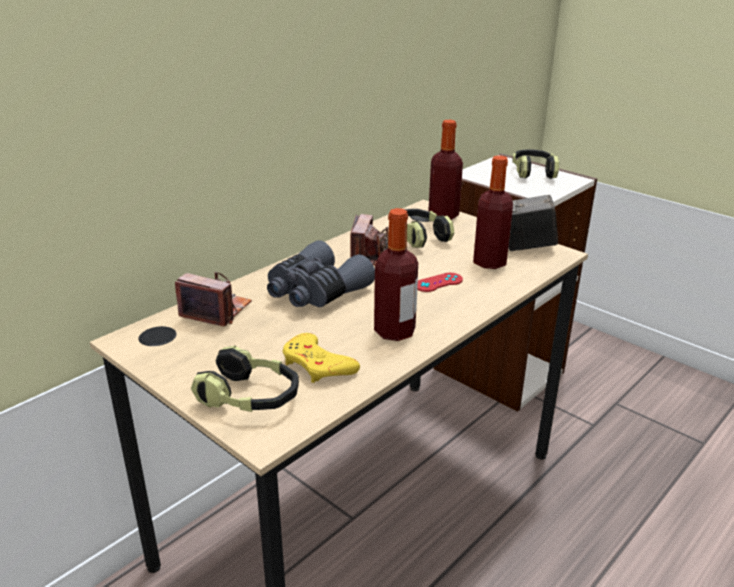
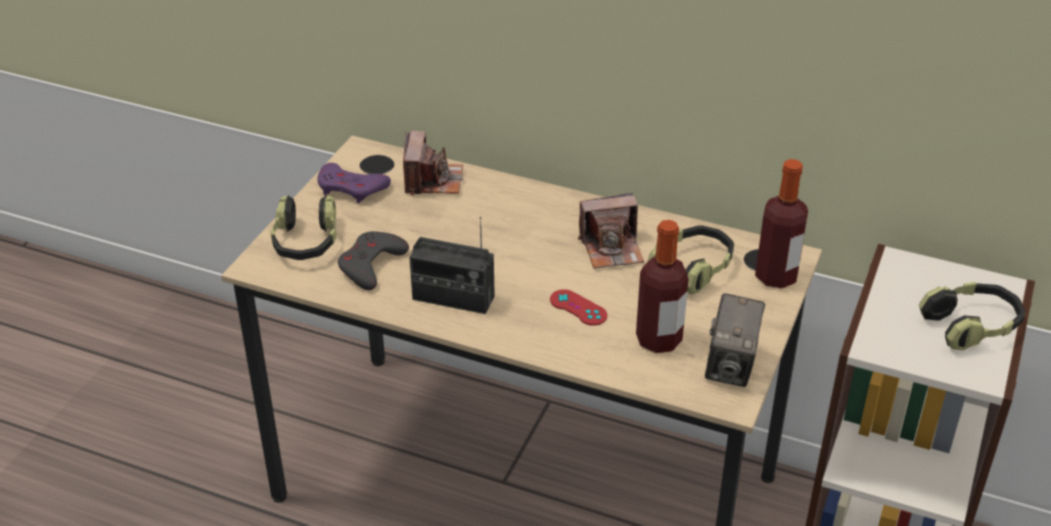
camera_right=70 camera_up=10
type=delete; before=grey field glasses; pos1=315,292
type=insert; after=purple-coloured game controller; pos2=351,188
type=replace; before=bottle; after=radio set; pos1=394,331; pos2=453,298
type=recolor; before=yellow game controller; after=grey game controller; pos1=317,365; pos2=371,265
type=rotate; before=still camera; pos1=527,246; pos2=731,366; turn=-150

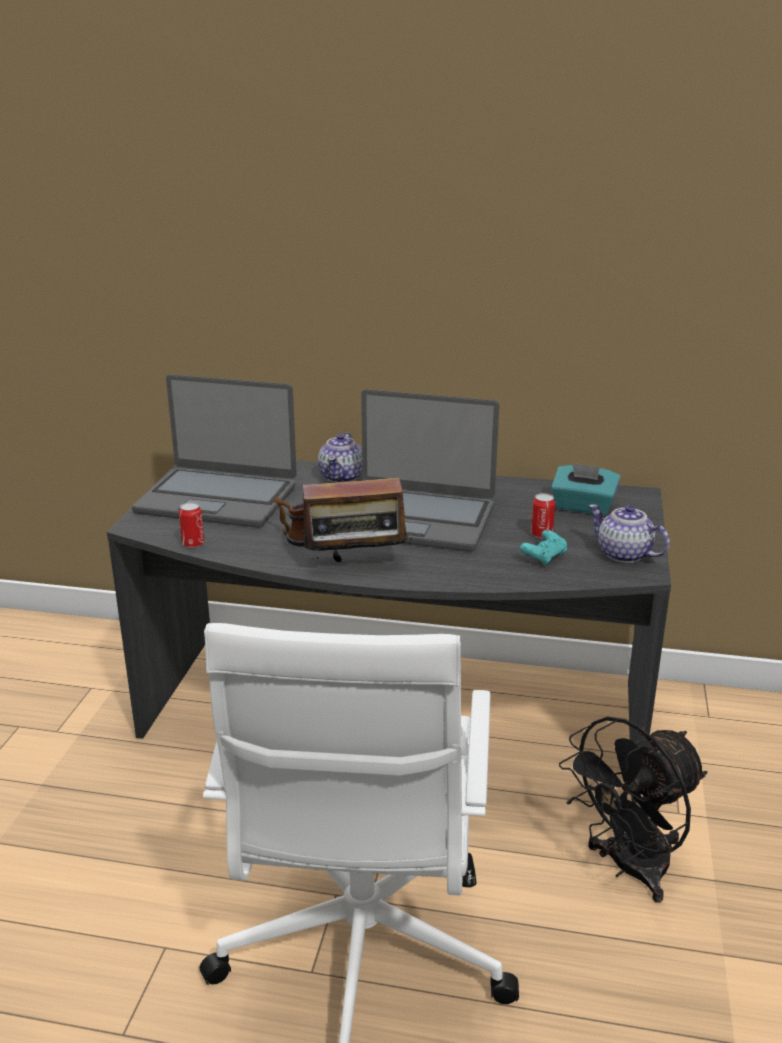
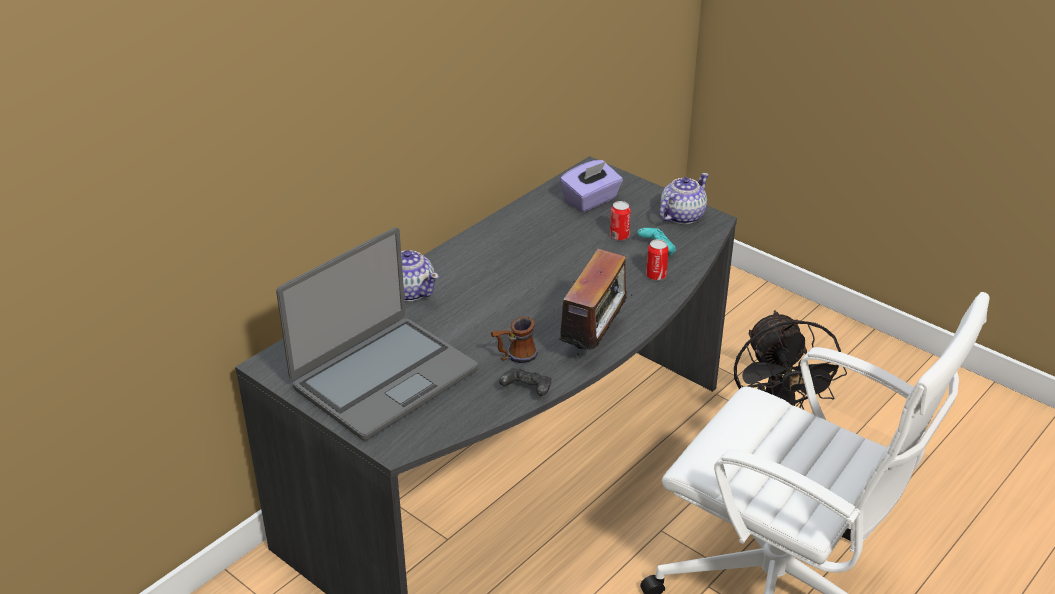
camera_right=-60 camera_up=10
type=delete; before=portable computer; pos1=416,519
type=insert; after=black game controller; pos2=527,390
type=move; before=sealed can; pos1=193,544; pos2=656,275
type=recolor; before=turquoise tissue box; after=purple-coloured tissue box; pos1=583,507; pos2=591,200
type=rotate; before=pot for tea; pos1=624,555; pos2=681,216; turn=150

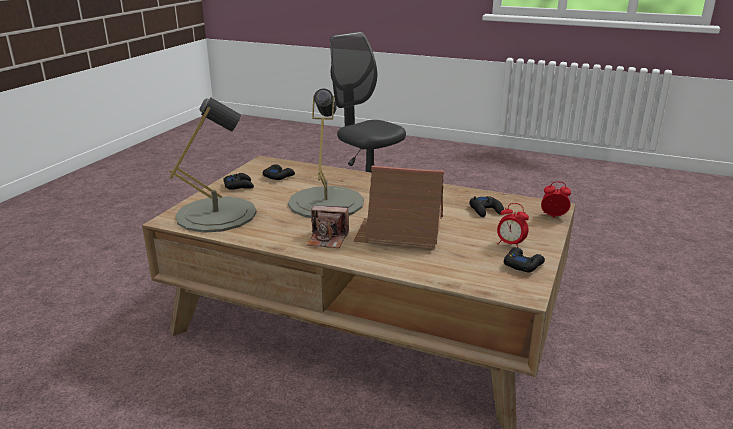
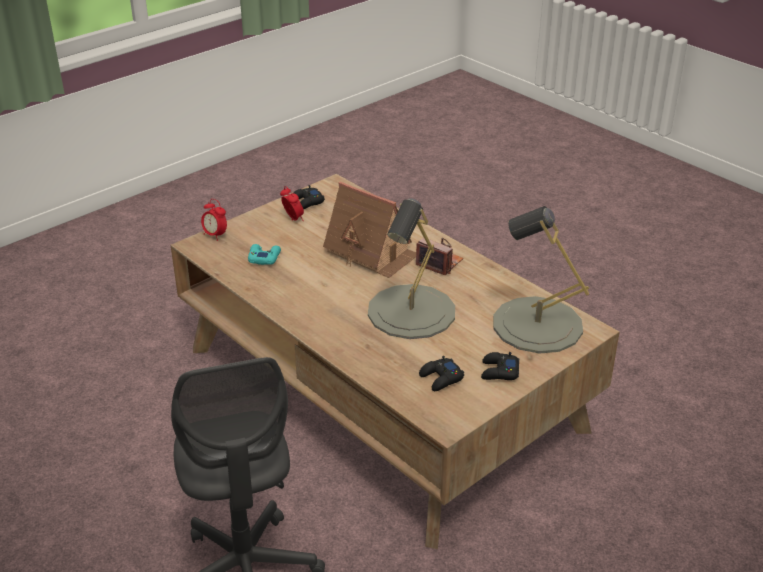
camera_right=-155 camera_up=10
type=recolor; before=black game controller; after=turquoise game controller; pos1=486,210; pos2=264,258

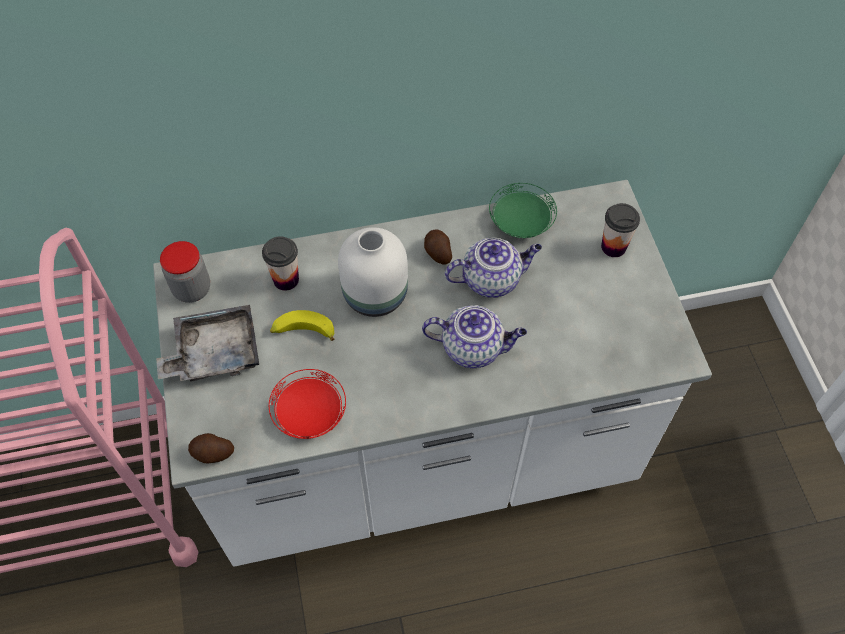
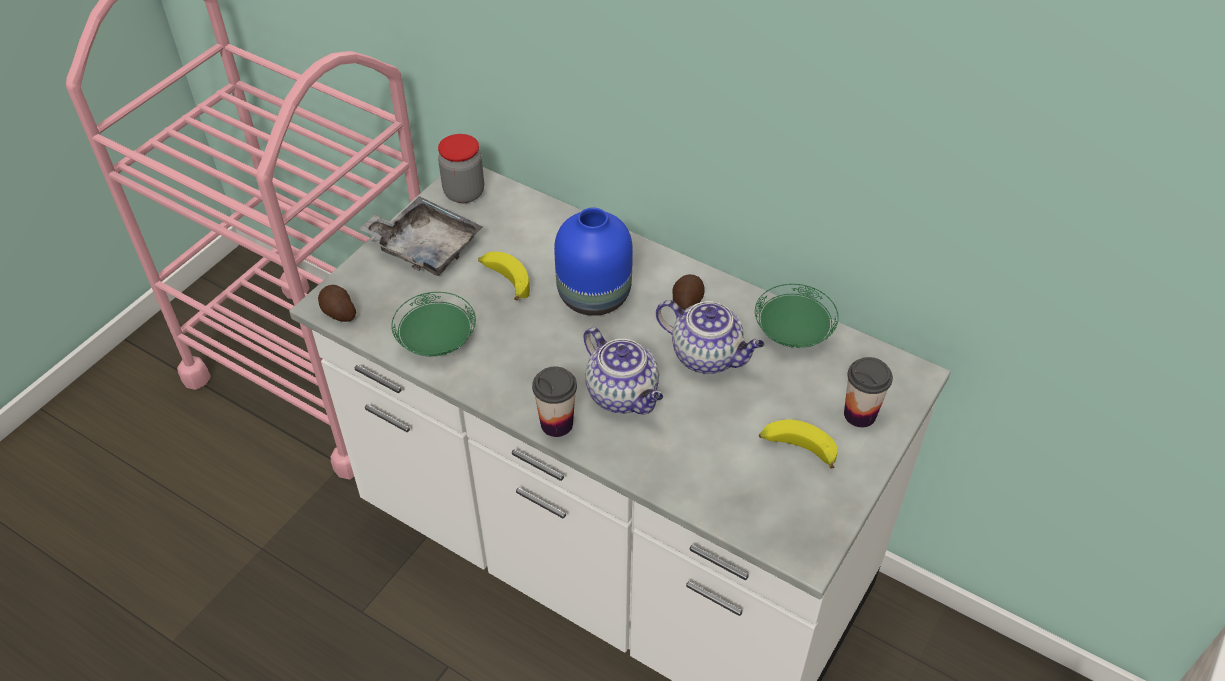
camera_right=45 camera_up=-10
type=insert; after=whole banana; pos2=797,449
type=move; before=small cup; pos1=286,279; pos2=556,424
type=recolor; before=reddish plate; after=green plate; pos1=310,414; pos2=437,341
type=recolor; before=white flower vase; after=blue flower vase; pos1=376,293; pos2=596,295

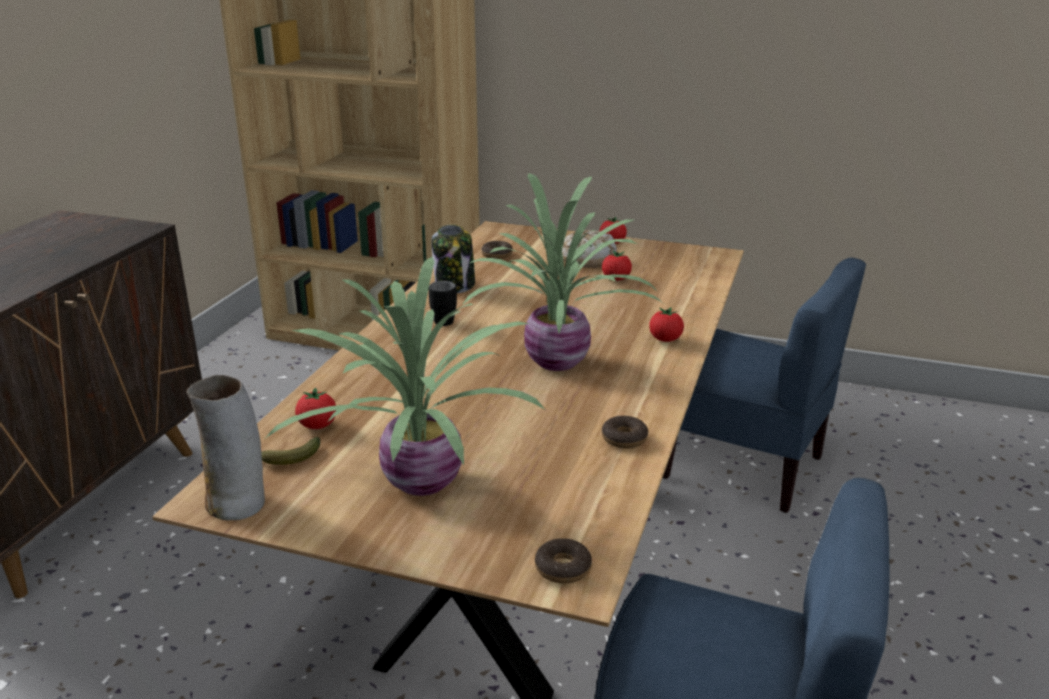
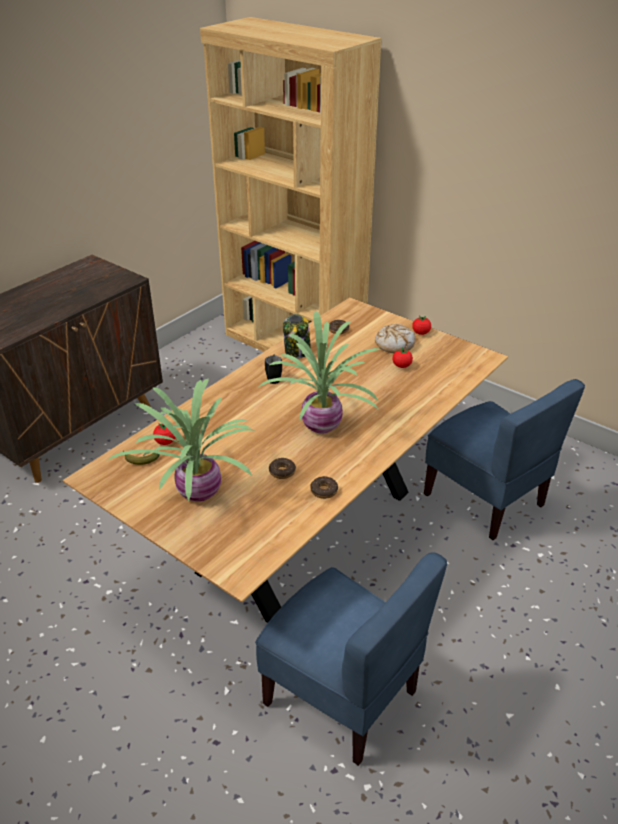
camera_right=20 camera_up=10
type=delete; before=flower vase; pos1=237,503
type=delete; before=whole tomato; pos1=665,339
type=move; before=doughnut; pos1=563,568; pos2=282,471

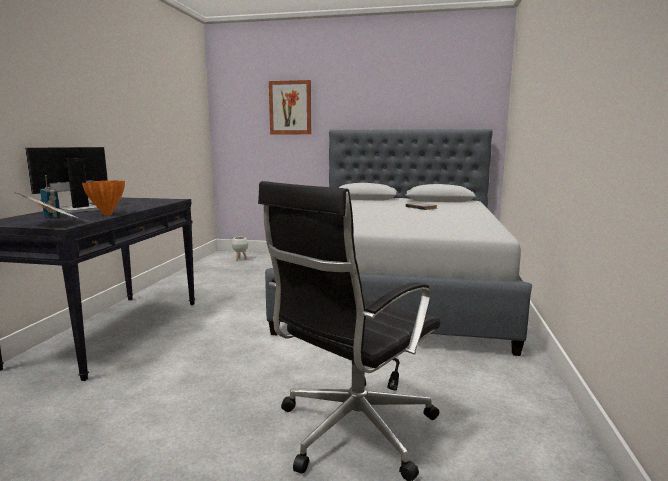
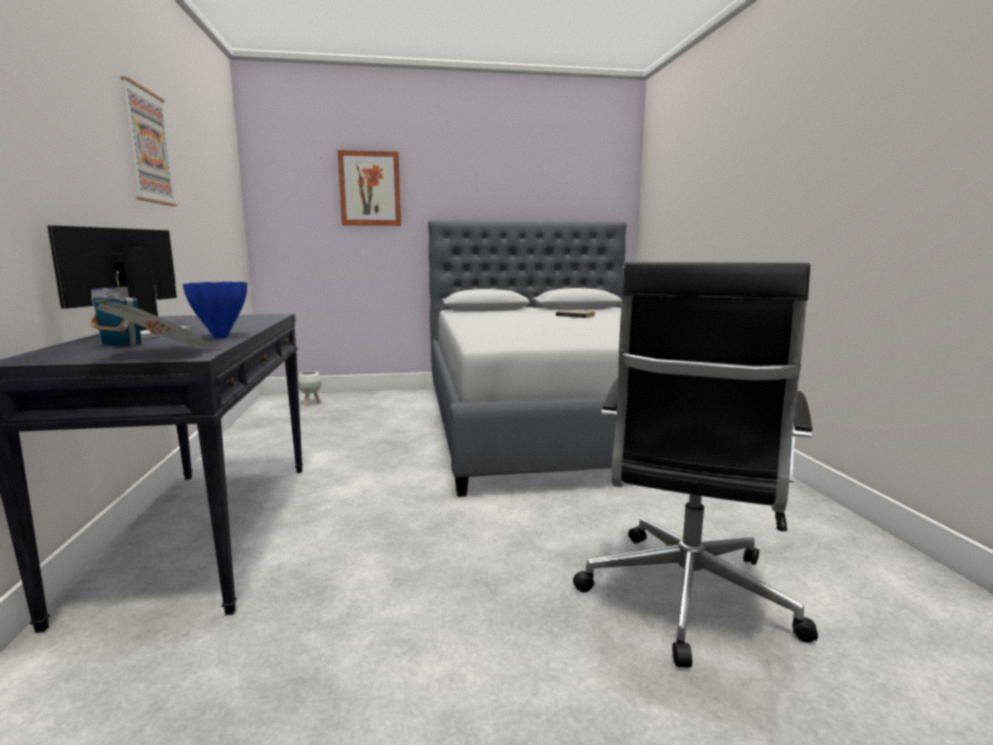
camera_right=-20 camera_up=0
type=insert; after=picture; pos2=148,147
type=recolor; before=orangey flower vase; after=blue flower vase; pos1=108,214; pos2=221,337

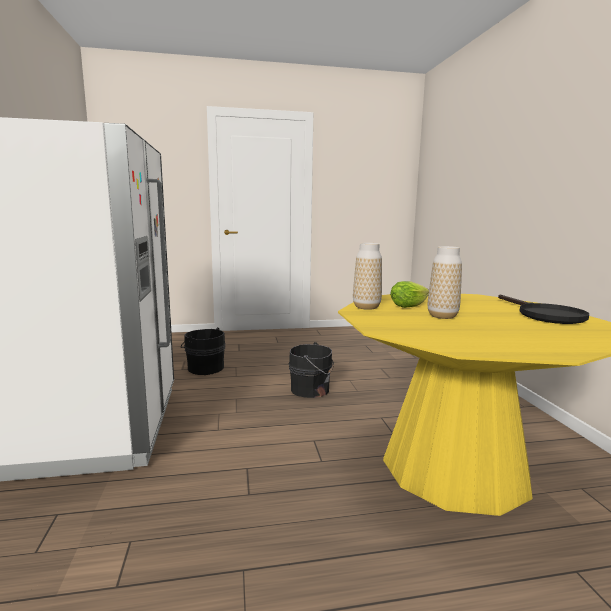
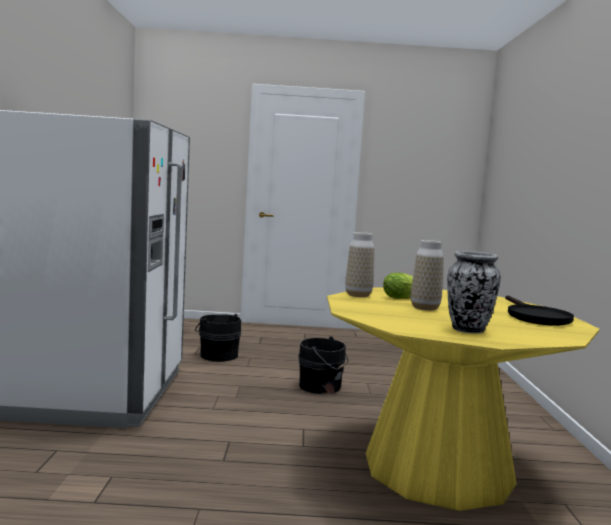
camera_right=10 camera_up=-5
type=insert; after=flower vase; pos2=468,330

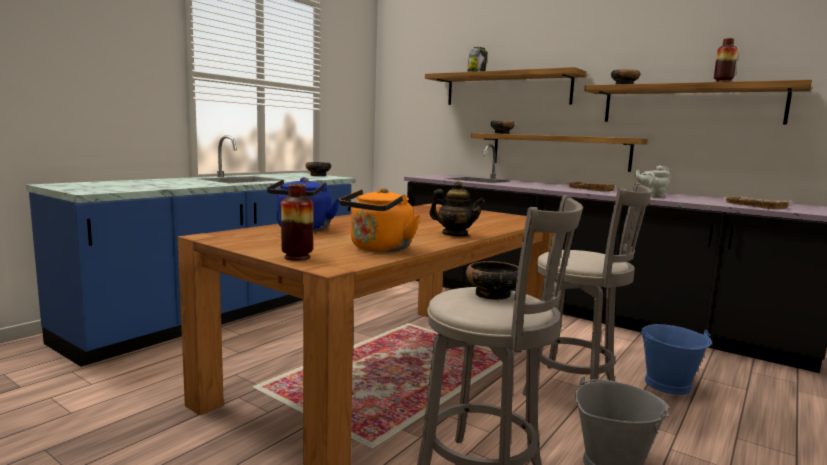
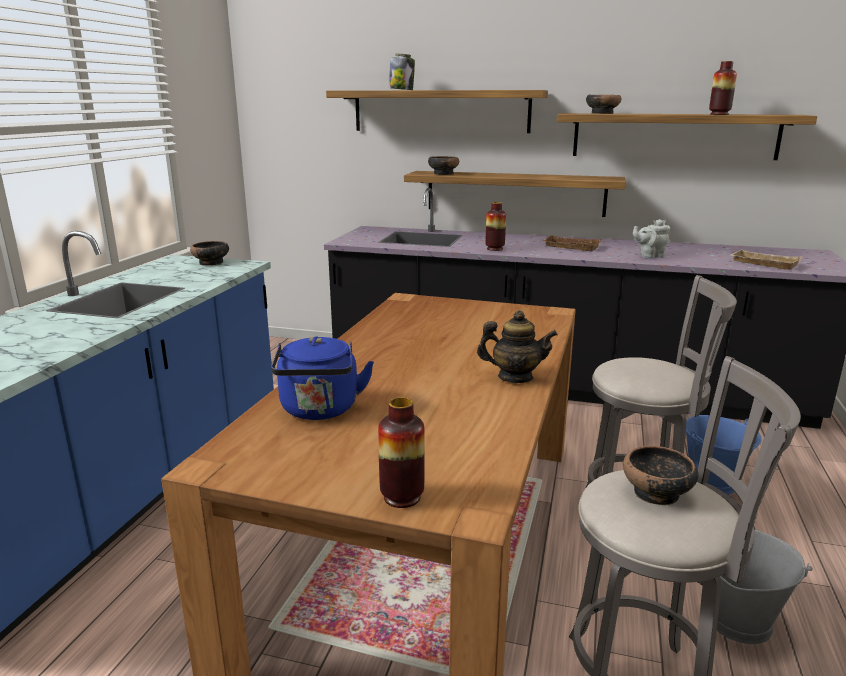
camera_right=-20 camera_up=10
type=delete; before=orangey water kettle; pos1=379,249
type=insert; after=flower vase; pos2=494,249

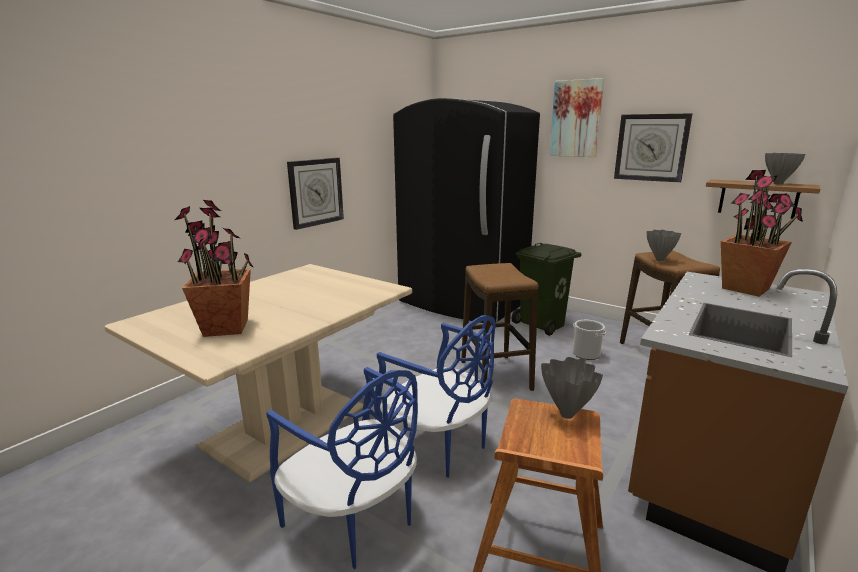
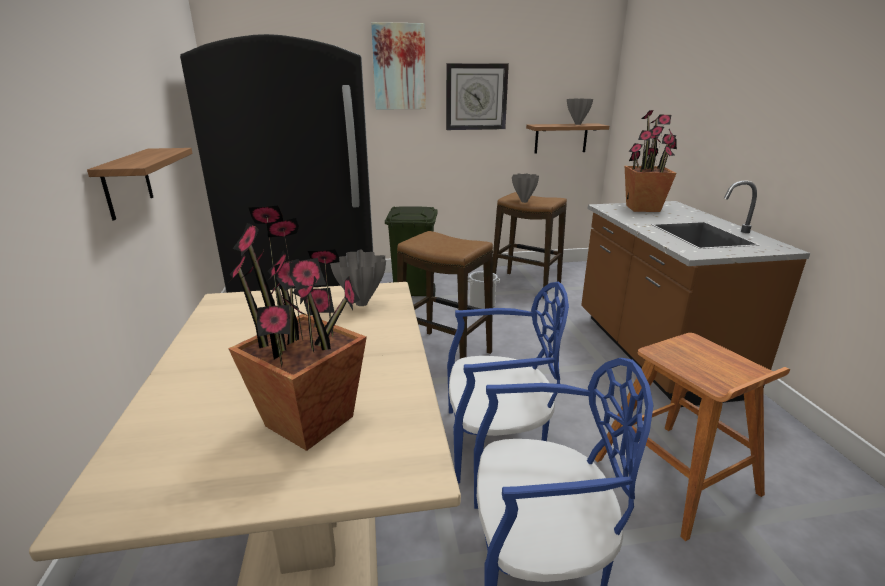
camera_right=-45 camera_up=5
type=move; before=grey flower vase; pos1=566,415; pos2=361,304
type=replace; before=clock on the wall; after=bracket shelf; pos1=315,192; pos2=127,183

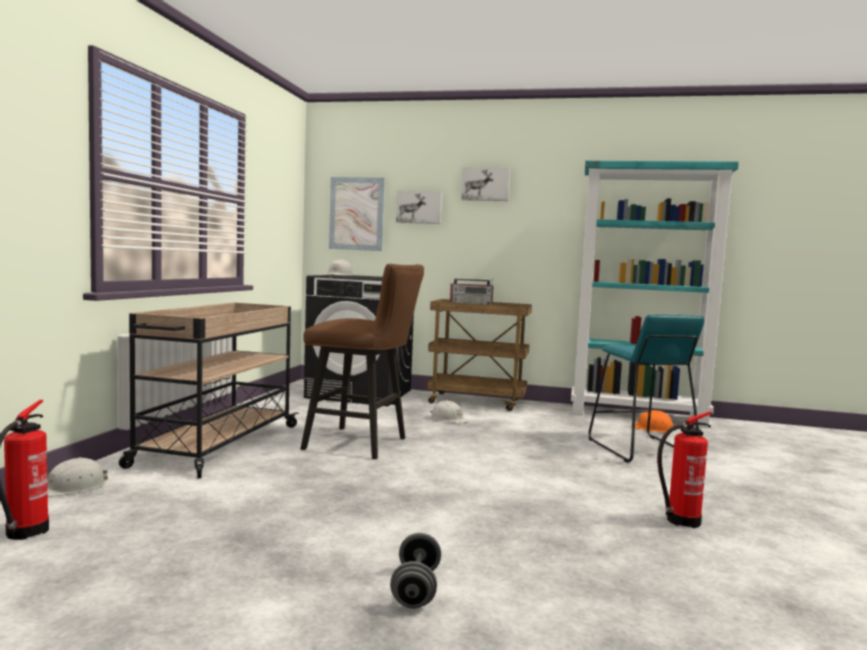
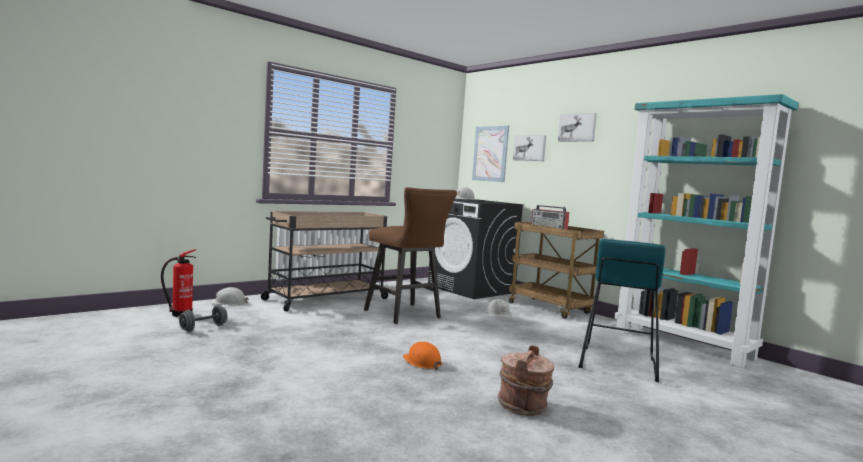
camera_right=35 camera_up=0
type=move; before=grey free weight; pos1=416,589; pos2=203,328
type=move; before=orangey hard hat; pos1=653,428; pos2=422,362
type=replace; before=fire-fighting cylinder; after=brown pail; pos1=680,521; pos2=523,406

